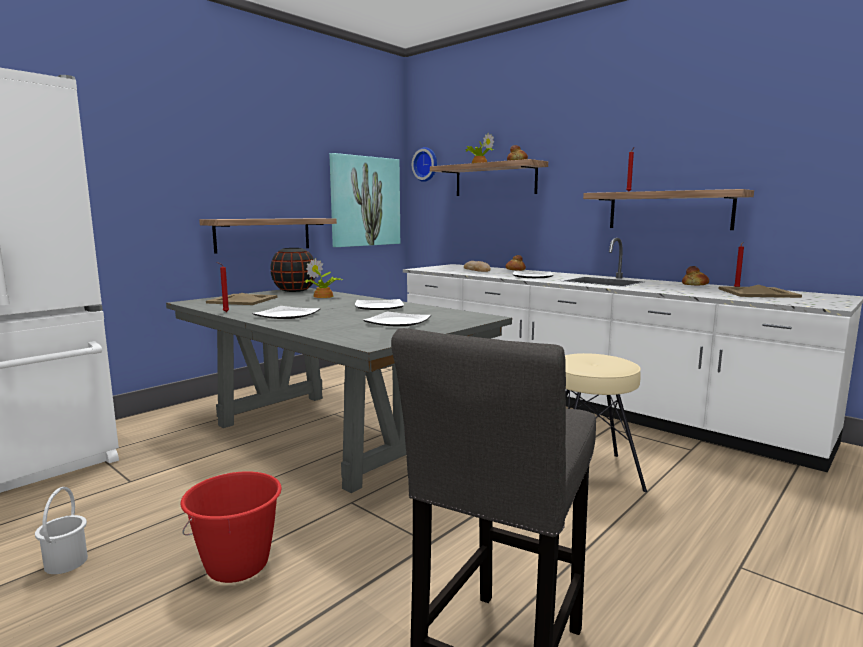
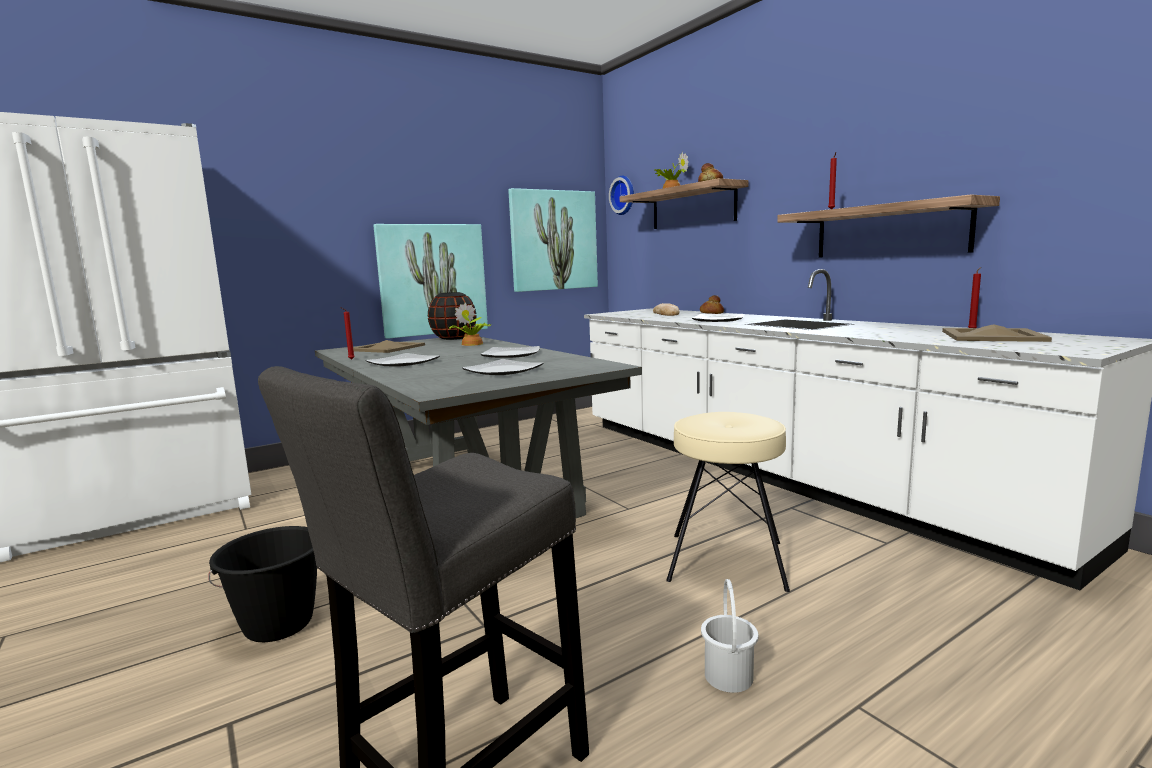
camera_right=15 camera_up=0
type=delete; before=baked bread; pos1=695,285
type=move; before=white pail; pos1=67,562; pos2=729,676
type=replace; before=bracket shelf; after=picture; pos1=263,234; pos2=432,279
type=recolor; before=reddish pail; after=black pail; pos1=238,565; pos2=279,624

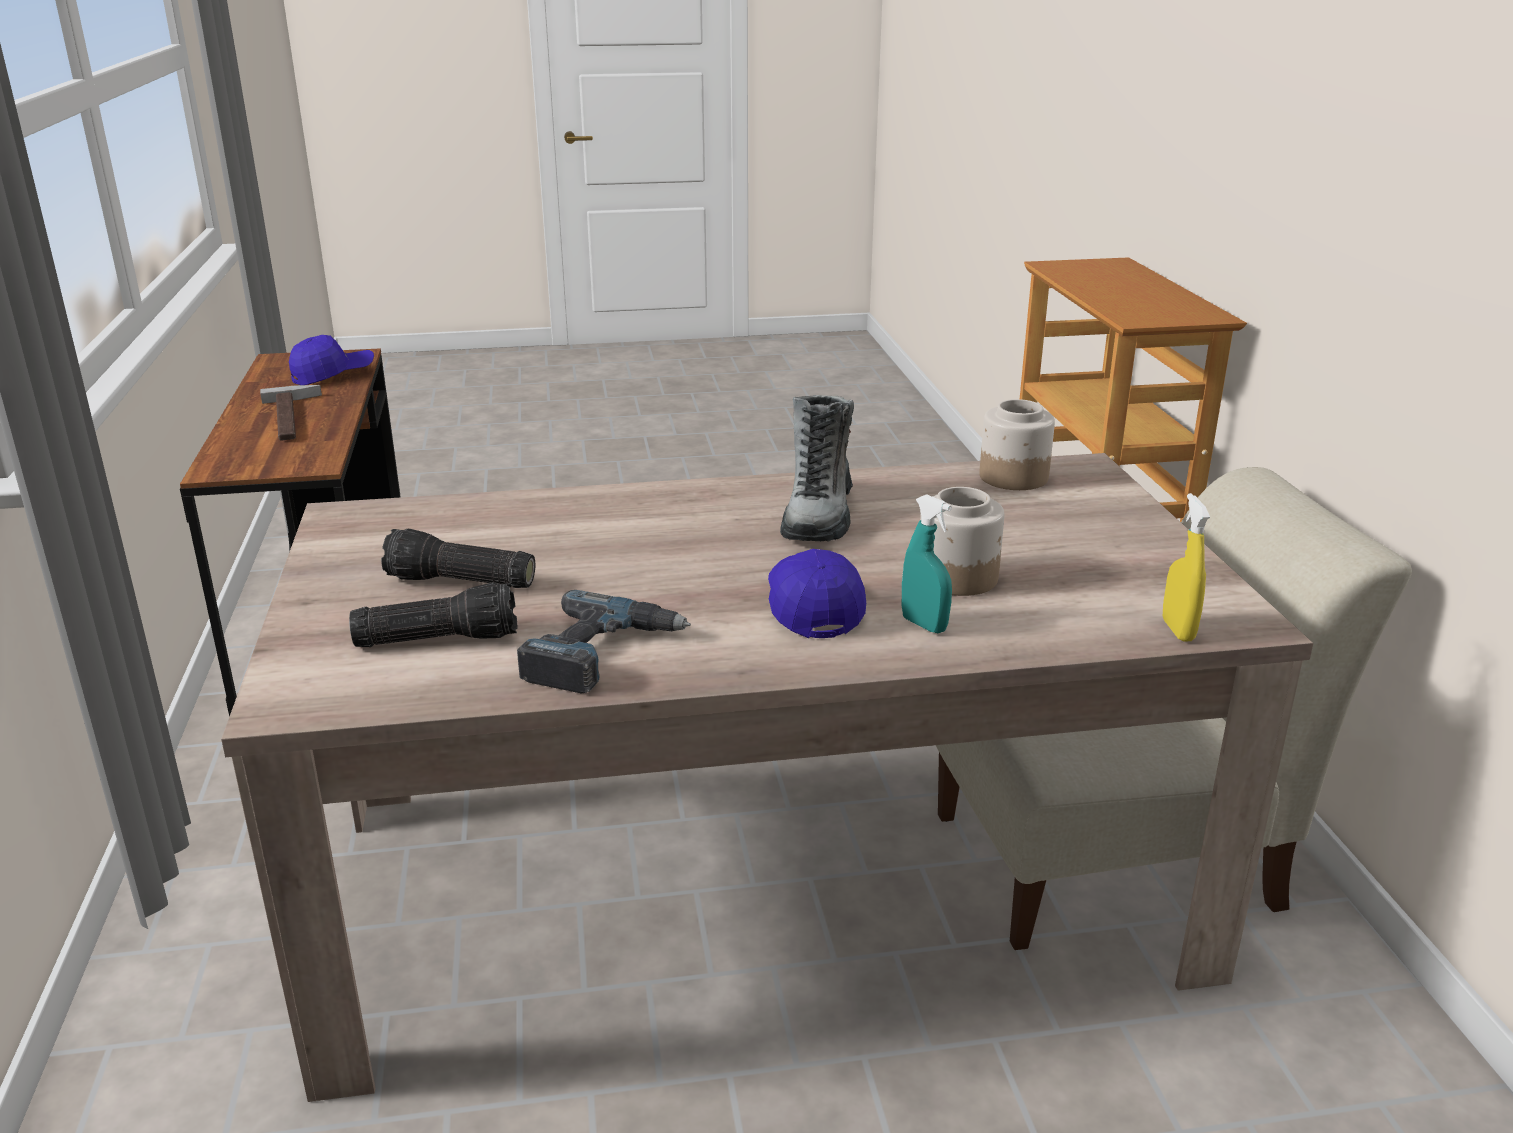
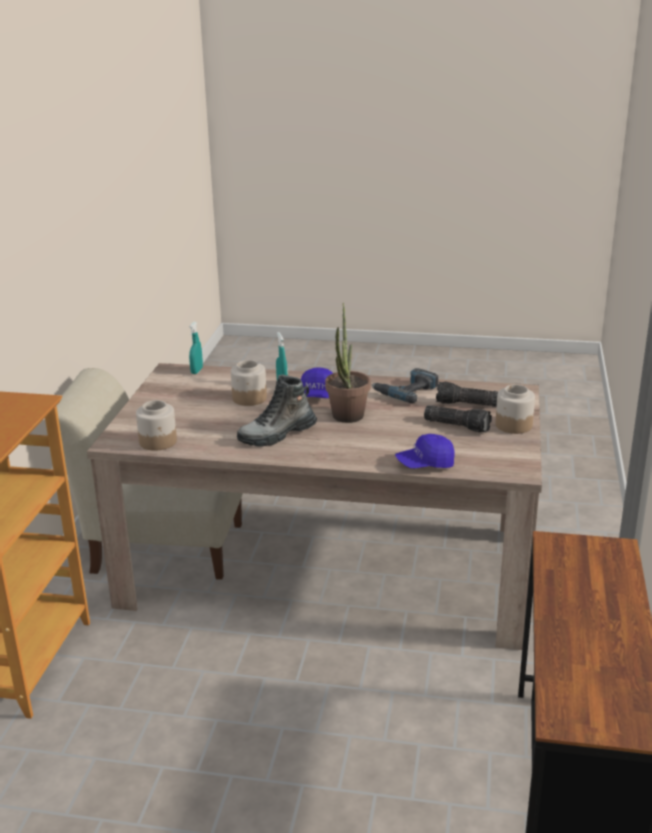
camera_right=-160 camera_up=0
type=delete; before=hand hammer; pos1=293,417
type=insert; after=potted plant; pos2=346,419
type=insert; after=preserve jar; pos2=513,425
type=move; before=blue peaked cap; pos1=333,375; pos2=425,464
type=recolor; before=yellow hand sprayer; after=turquoise hand sprayer; pos1=1178,630; pos2=197,371
type=rotate; before=tall boot; pos1=819,515; pos2=277,435; turn=-150

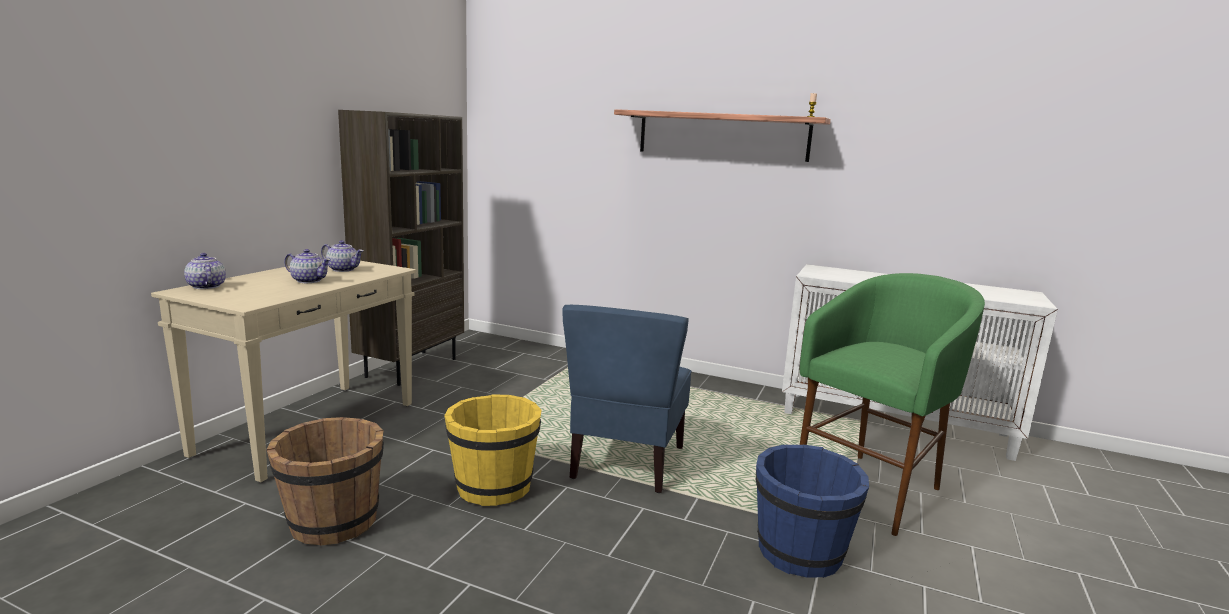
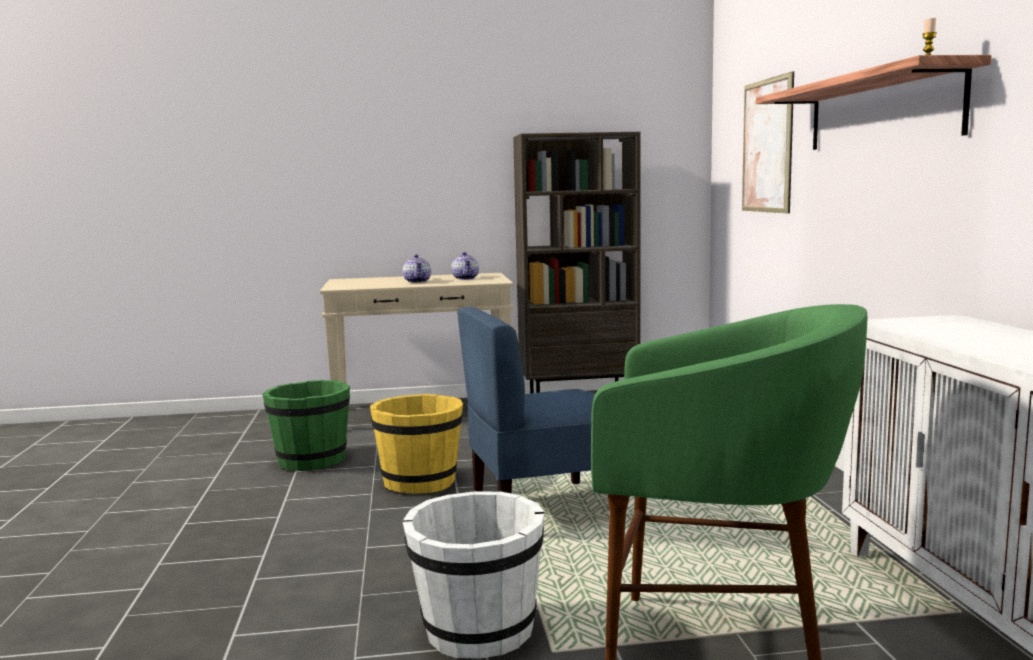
camera_right=60 camera_up=-5
type=delete; before=pot for tea; pos1=206,286
type=insert; after=picture; pos2=767,146
type=recolor; before=brown pail; after=green pail; pos1=332,522; pos2=311,461
type=recolor; before=blue pail; after=white pail; pos1=800,553; pos2=477,631

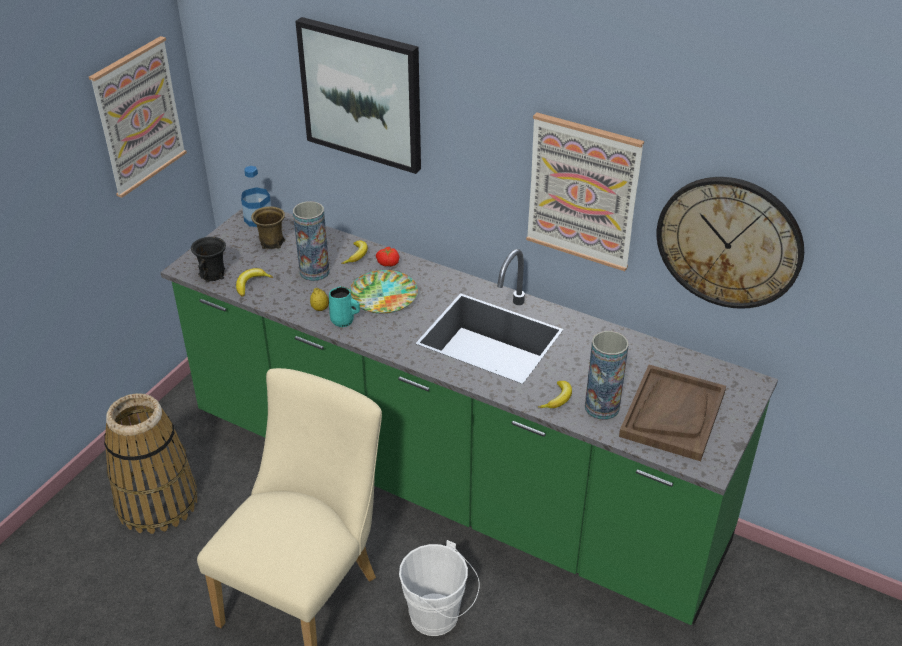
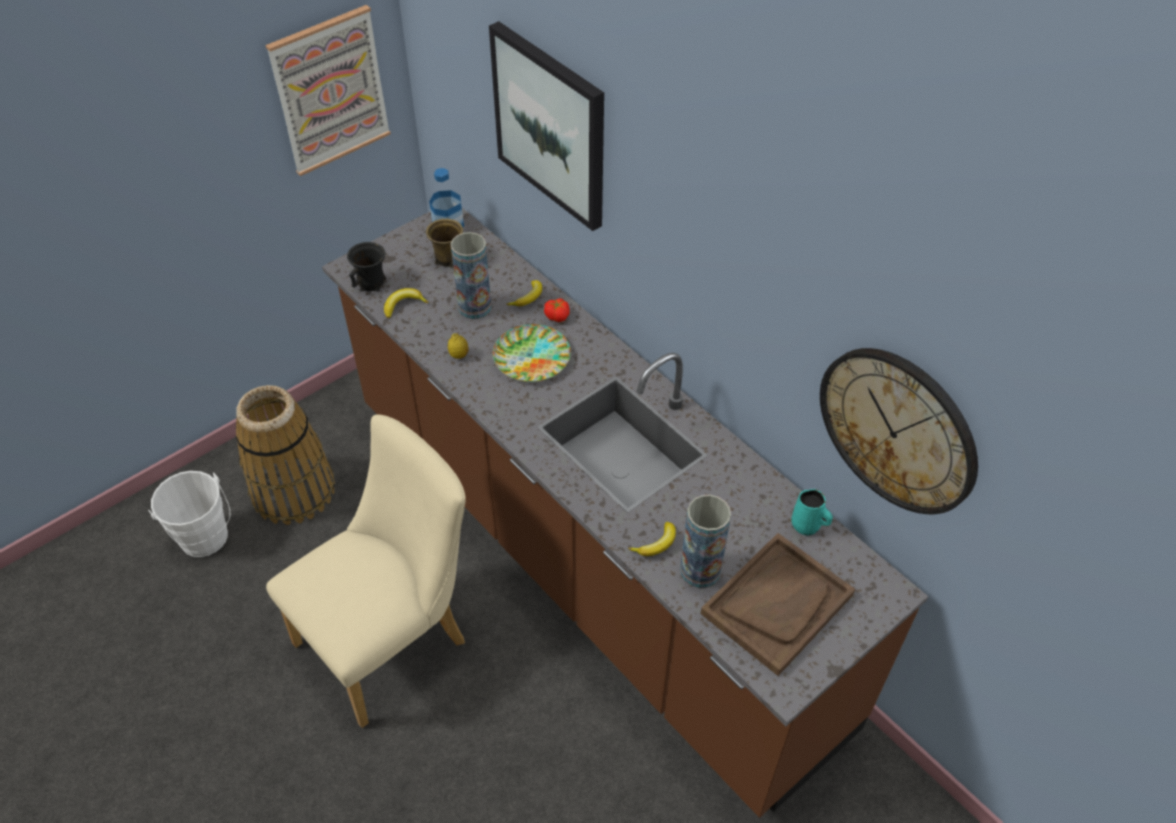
camera_right=20 camera_up=10
type=delete; before=picture; pos1=583,191
type=move; before=turquoise tea mug; pos1=344,321; pos2=807,526
type=move; before=white pail; pos1=439,618; pos2=207,541
type=recolor; before=green kitchen counter; after=brown kitchen counter; pos1=451,482; pos2=587,559

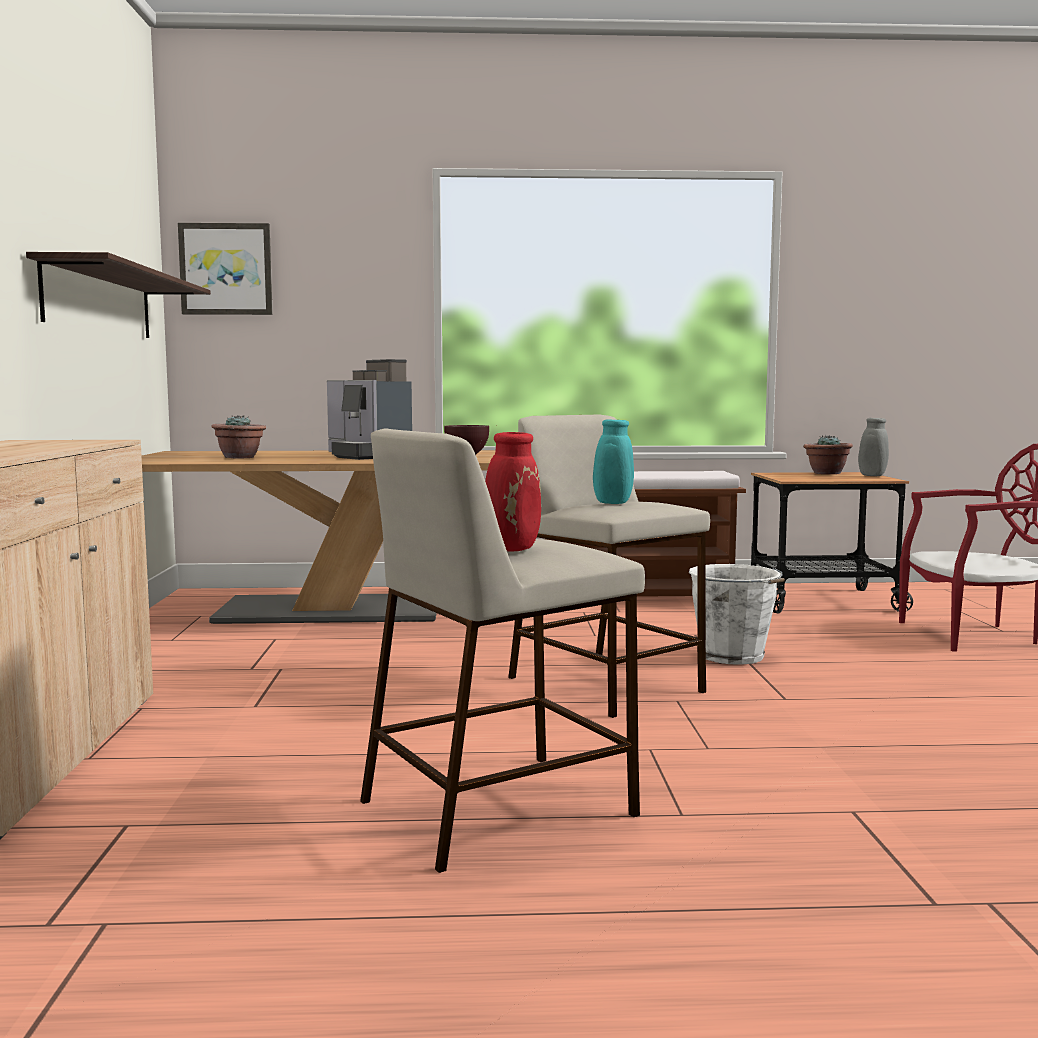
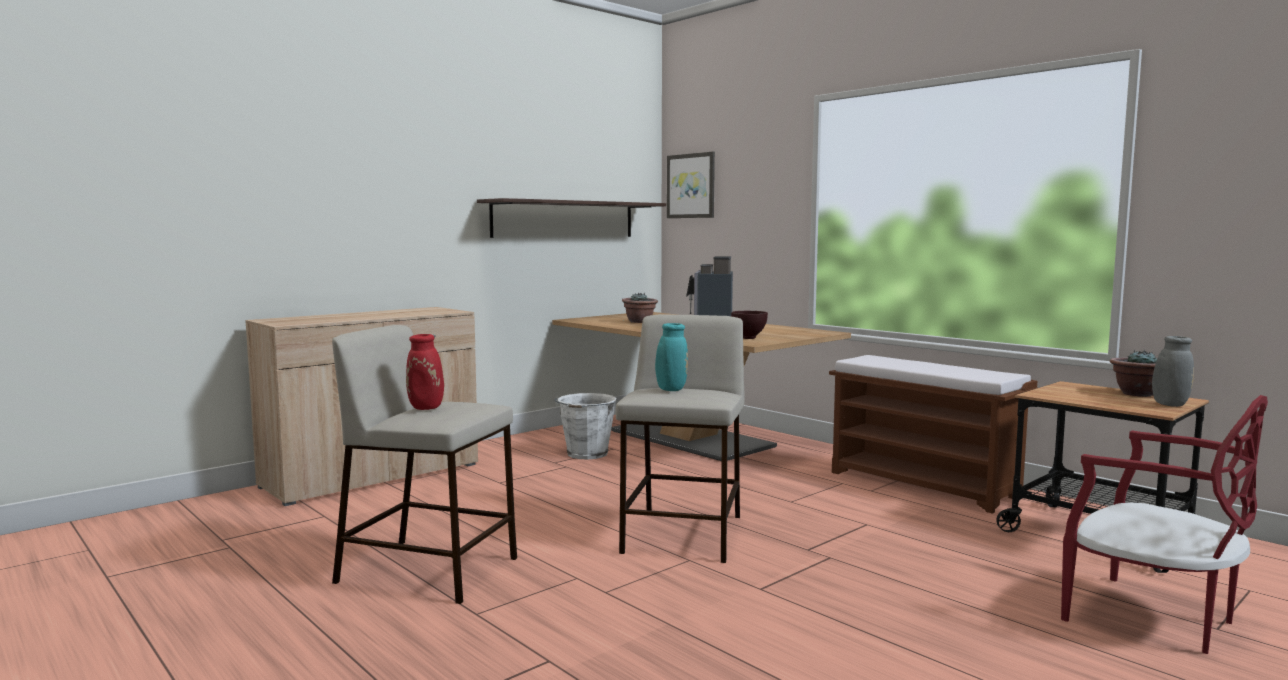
camera_right=50 camera_up=0
type=move; before=white pail; pos1=734,657; pos2=586,454

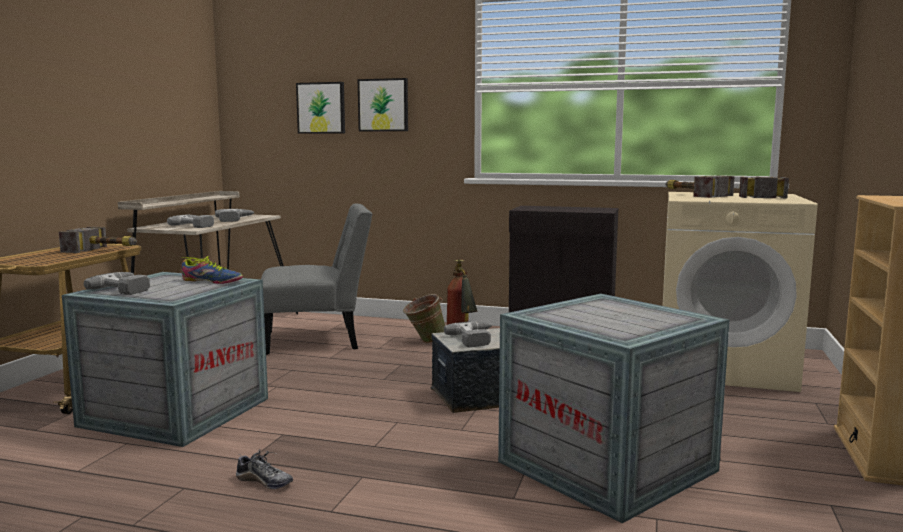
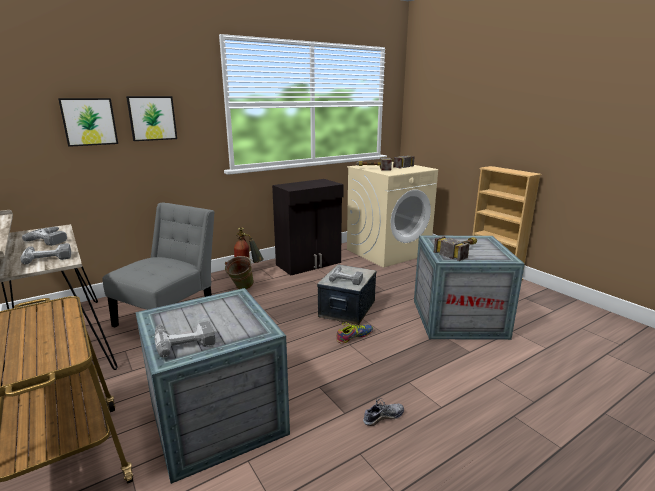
camera_right=-50 camera_up=10
type=move; before=hand hammer; pos1=106,250; pos2=461,251
type=move; before=shoe; pos1=212,281; pos2=354,336

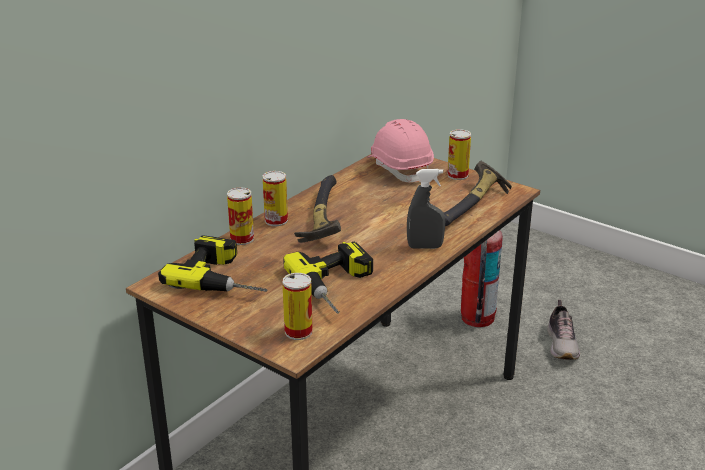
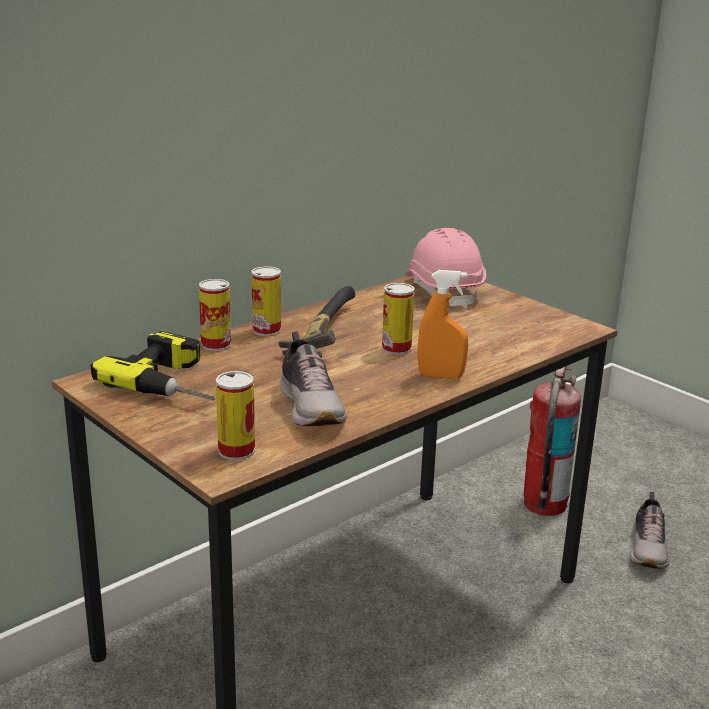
camera_right=10 camera_up=-5
type=delete; before=hand hammer; pos1=473,206
type=move; before=sealed can; pos1=457,175; pos2=396,348
type=replace; before=drill; after=shoe; pos1=339,286; pos2=311,407
type=recolor; before=grey hand sprayer; after=orangey hand sprayer; pos1=425,247; pos2=440,376

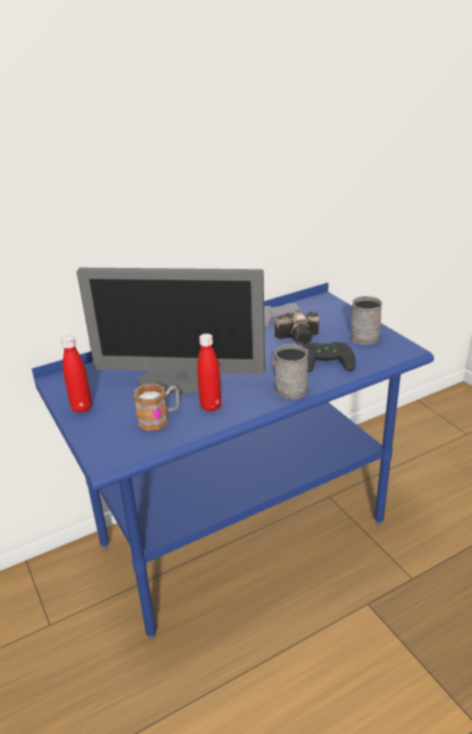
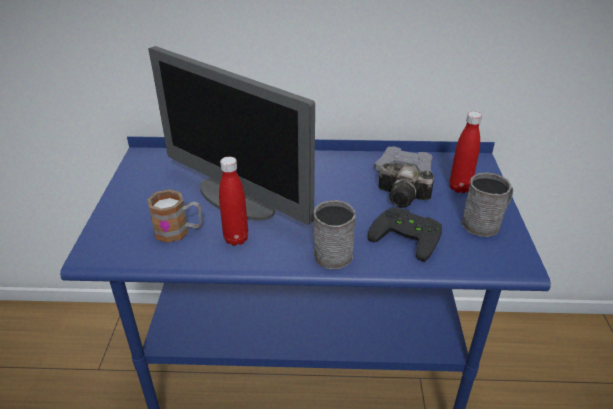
camera_right=30 camera_up=5
type=move; before=reddish bottle; pos1=82,408; pos2=459,188

